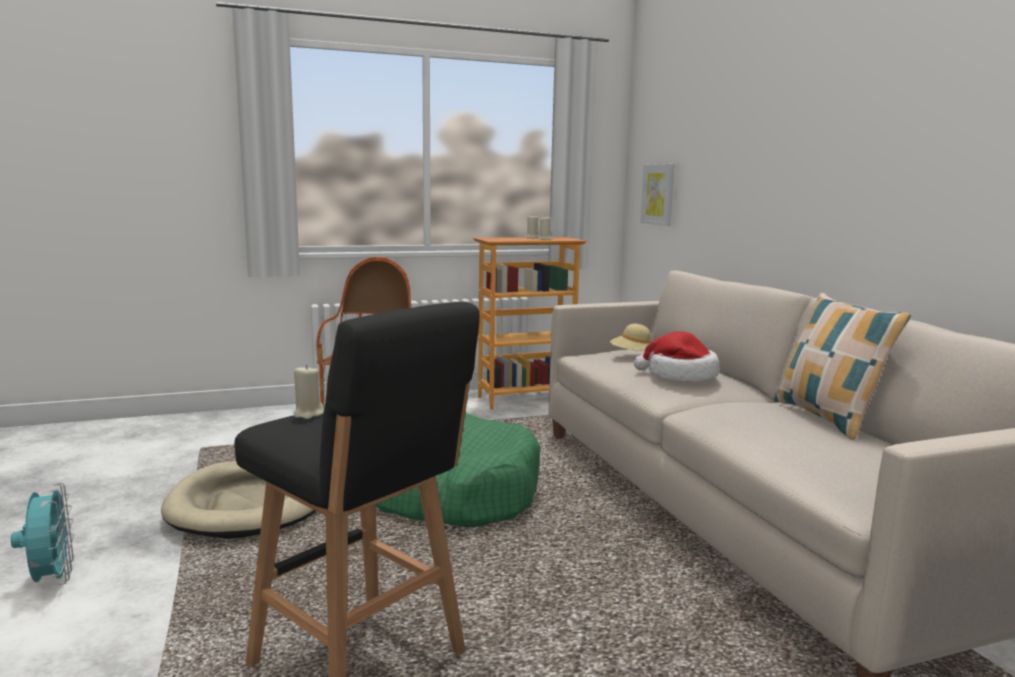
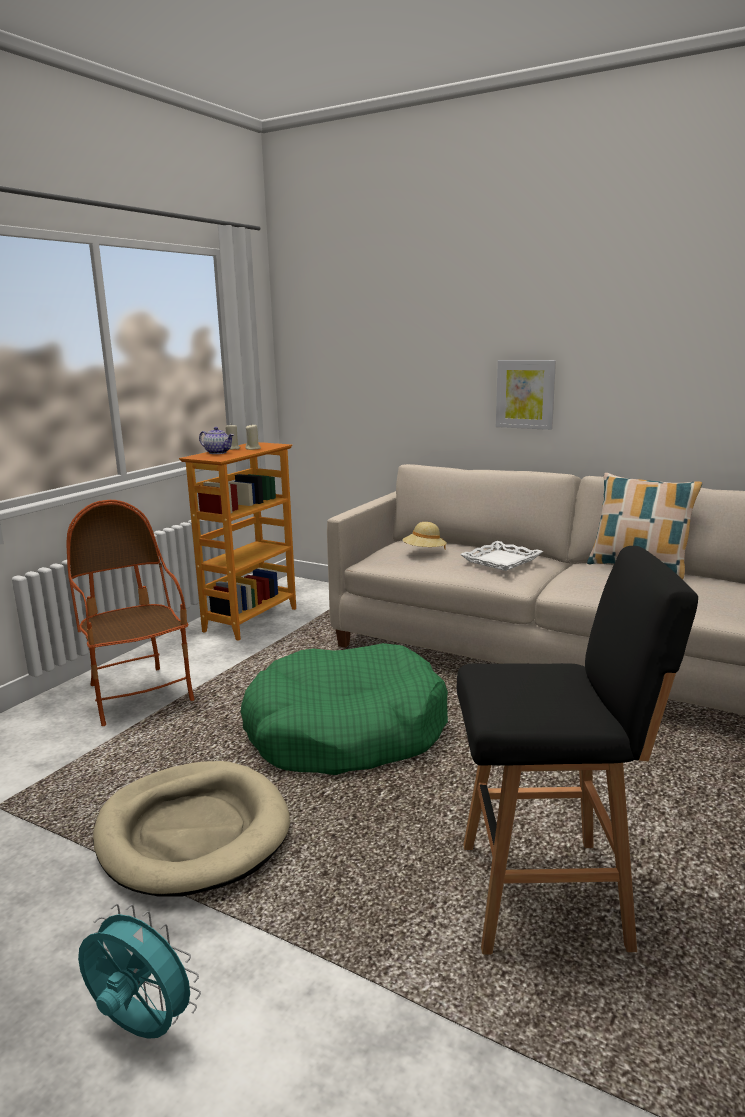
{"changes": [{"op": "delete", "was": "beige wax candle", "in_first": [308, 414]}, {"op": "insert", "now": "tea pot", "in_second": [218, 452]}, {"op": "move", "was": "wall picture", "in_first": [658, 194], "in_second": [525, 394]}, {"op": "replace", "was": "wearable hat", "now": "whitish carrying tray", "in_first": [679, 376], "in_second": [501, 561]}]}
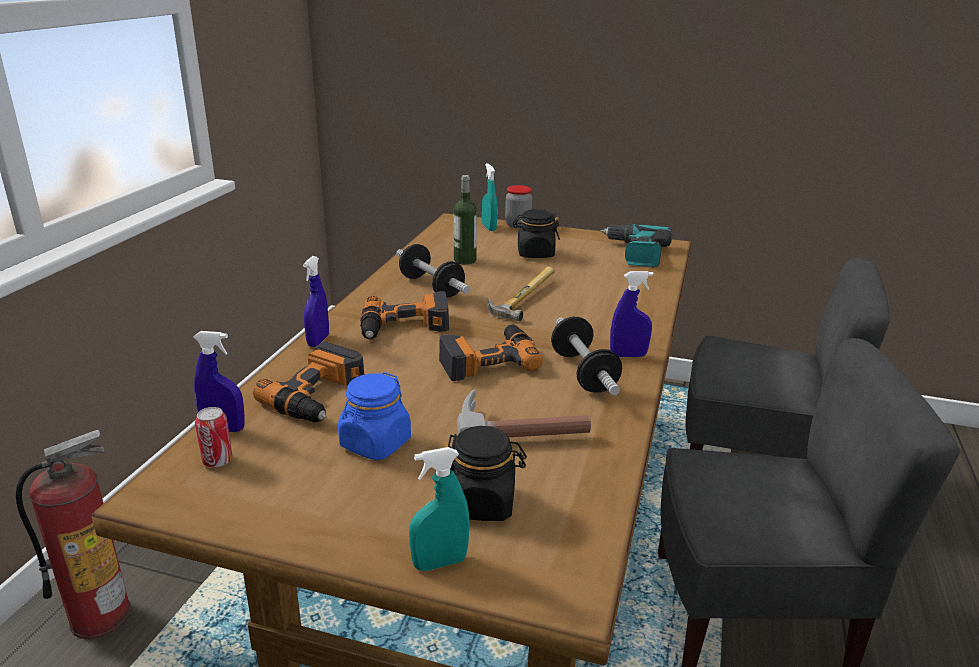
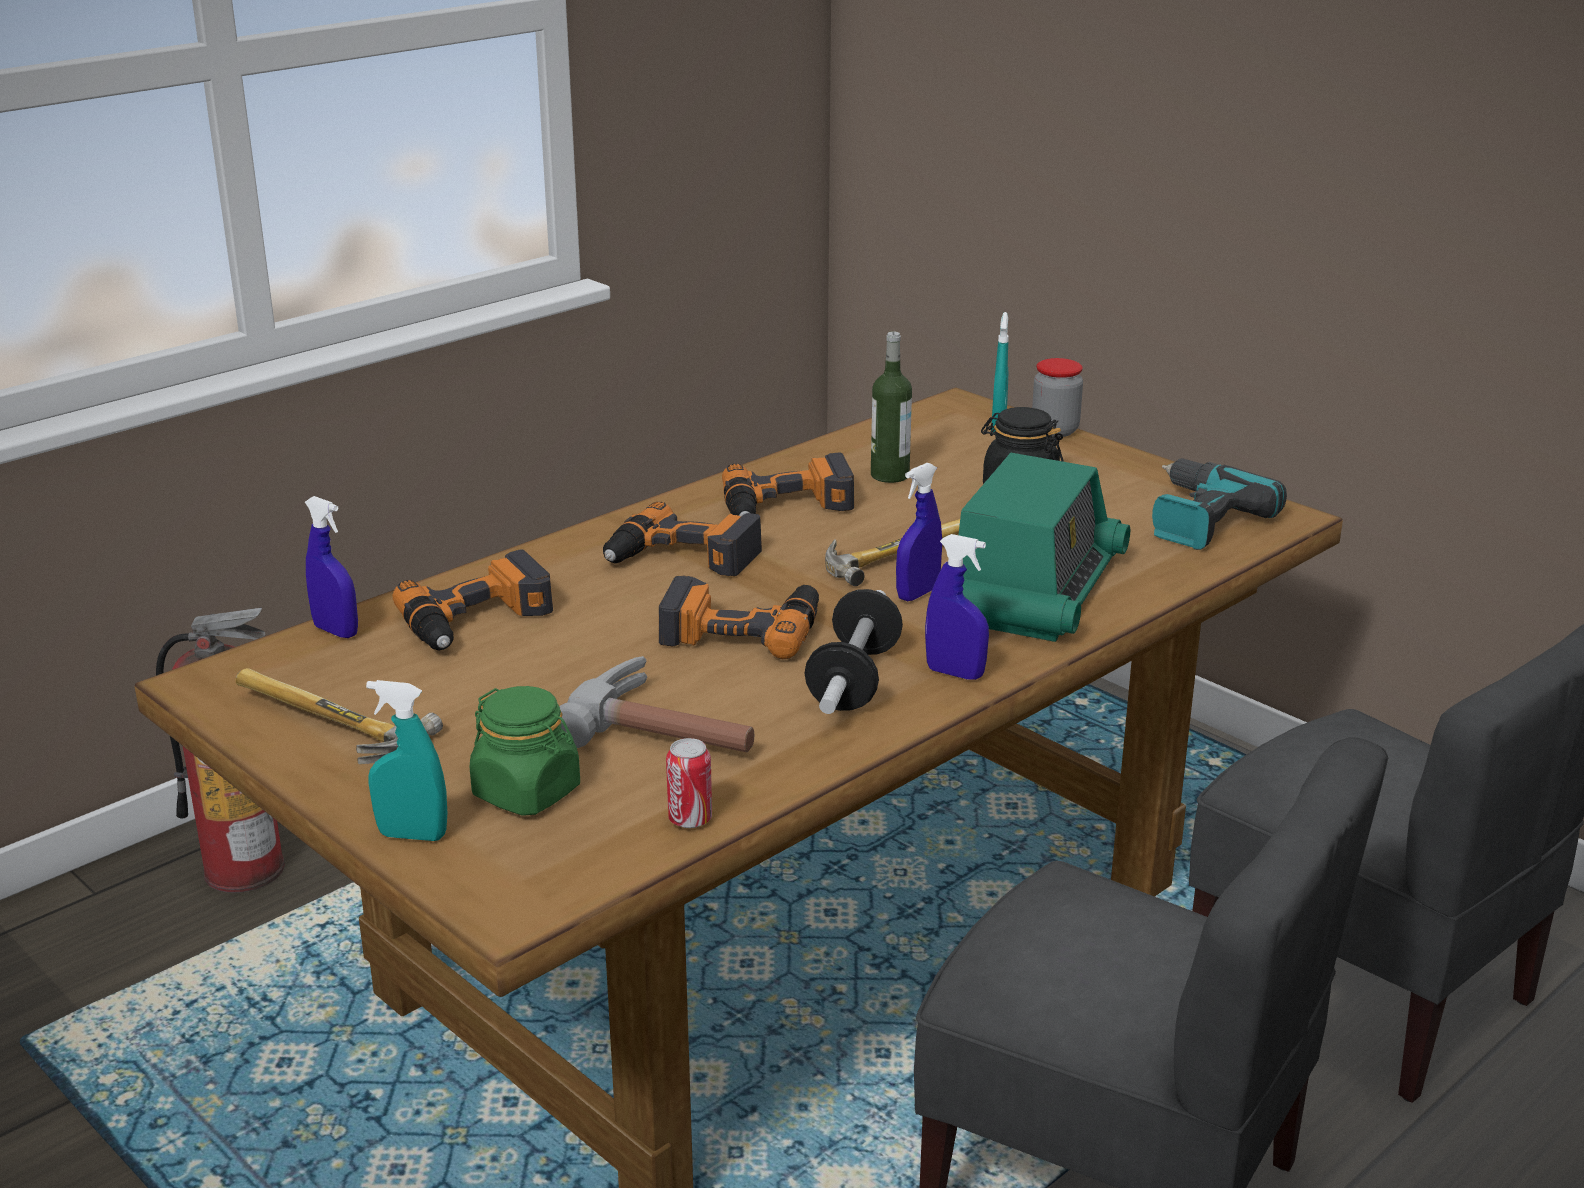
{"changes": [{"op": "delete", "was": "blue-coloured storage jar", "in_first": [375, 444]}, {"op": "insert", "now": "hammer", "in_second": [323, 728]}, {"op": "insert", "now": "radio set", "in_second": [1036, 591]}, {"op": "move", "was": "can", "in_first": [217, 461], "in_second": [690, 819]}, {"op": "move", "was": "blue-coloured hand sprayer", "in_first": [318, 341], "in_second": [917, 594]}, {"op": "replace", "was": "hand weight", "now": "drill", "in_first": [431, 287], "in_second": [788, 507]}, {"op": "recolor", "was": "black-coloured storage jar", "now": "greenish storage jar", "in_first": [482, 503], "in_second": [527, 792]}]}
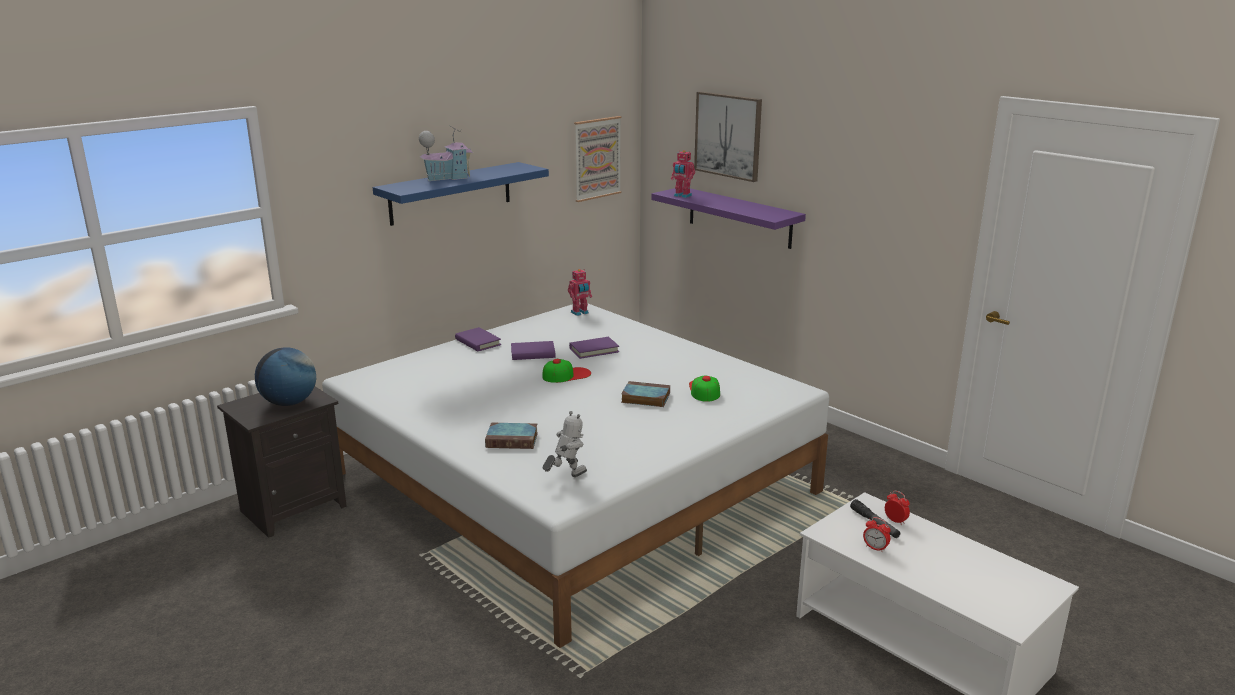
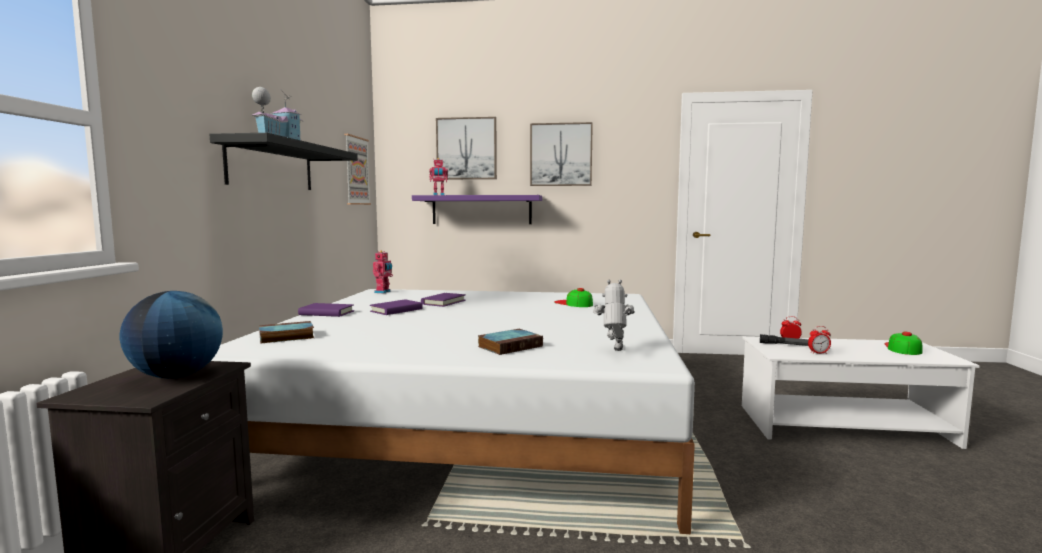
{"changes": [{"op": "insert", "now": "wall picture", "in_second": [561, 154]}, {"op": "move", "was": "cap", "in_first": [566, 375], "in_second": [902, 348]}, {"op": "move", "was": "book", "in_first": [644, 398], "in_second": [285, 337]}, {"op": "recolor", "was": "blue-coloured wall shelf", "now": "black-coloured wall shelf", "in_first": [450, 193], "in_second": [271, 166]}]}
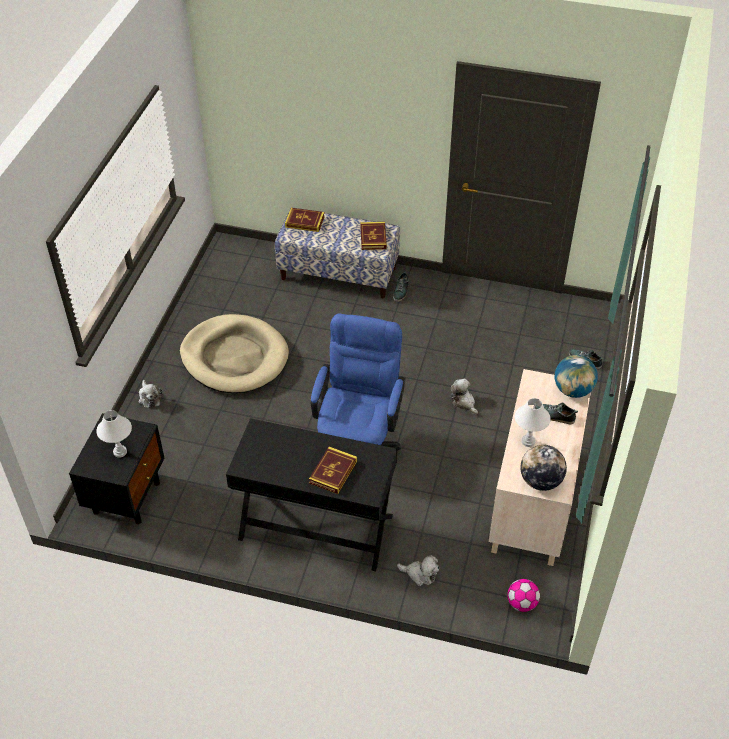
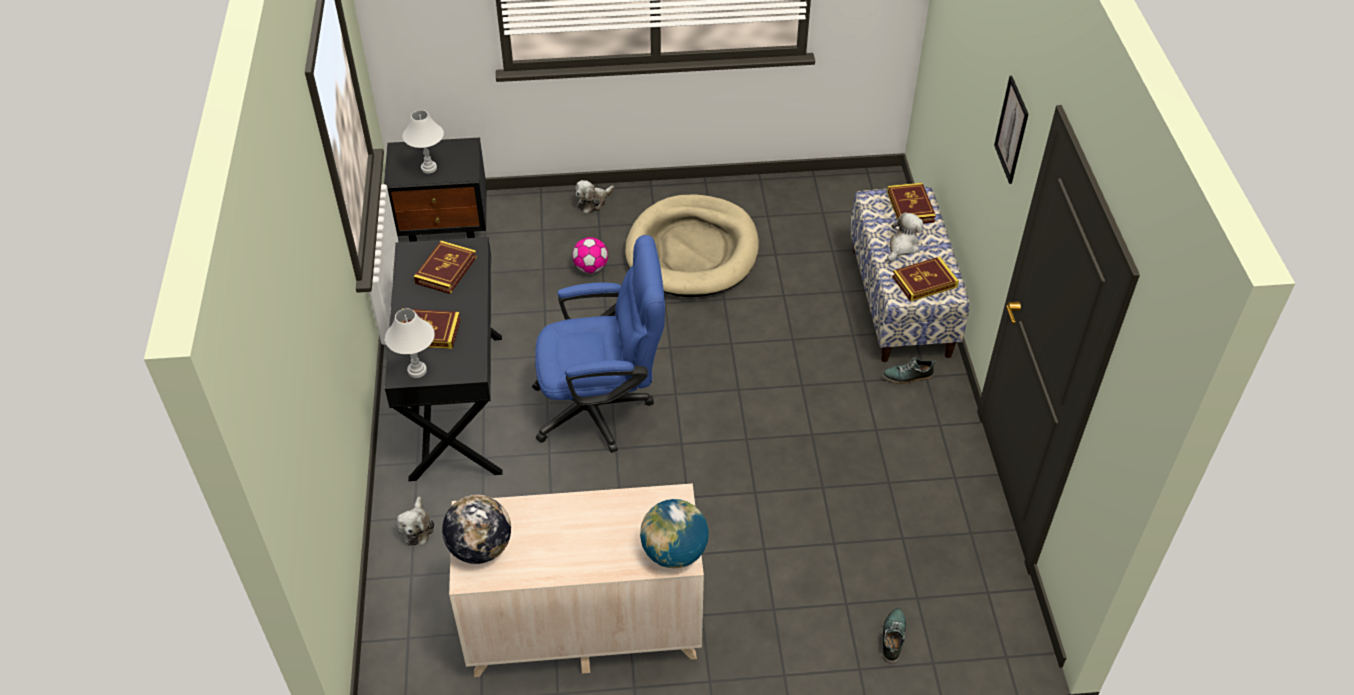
{"changes": [{"op": "delete", "was": "shoe", "in_first": [554, 416]}, {"op": "insert", "now": "book", "in_second": [446, 270]}, {"op": "insert", "now": "wall picture", "in_second": [1011, 130]}, {"op": "move", "was": "cuddly toy", "in_first": [463, 402], "in_second": [902, 246]}, {"op": "move", "was": "ball for football", "in_first": [522, 603], "in_second": [591, 268]}, {"op": "move", "was": "whitish table lamp", "in_first": [528, 441], "in_second": [417, 370]}]}
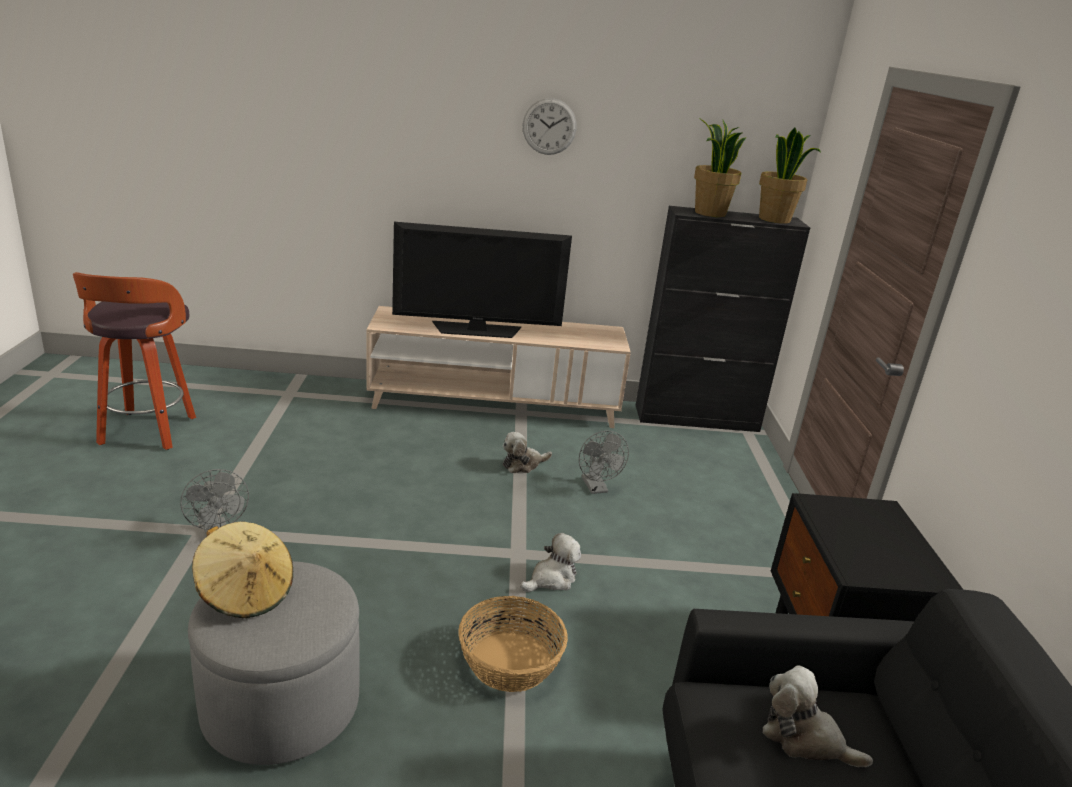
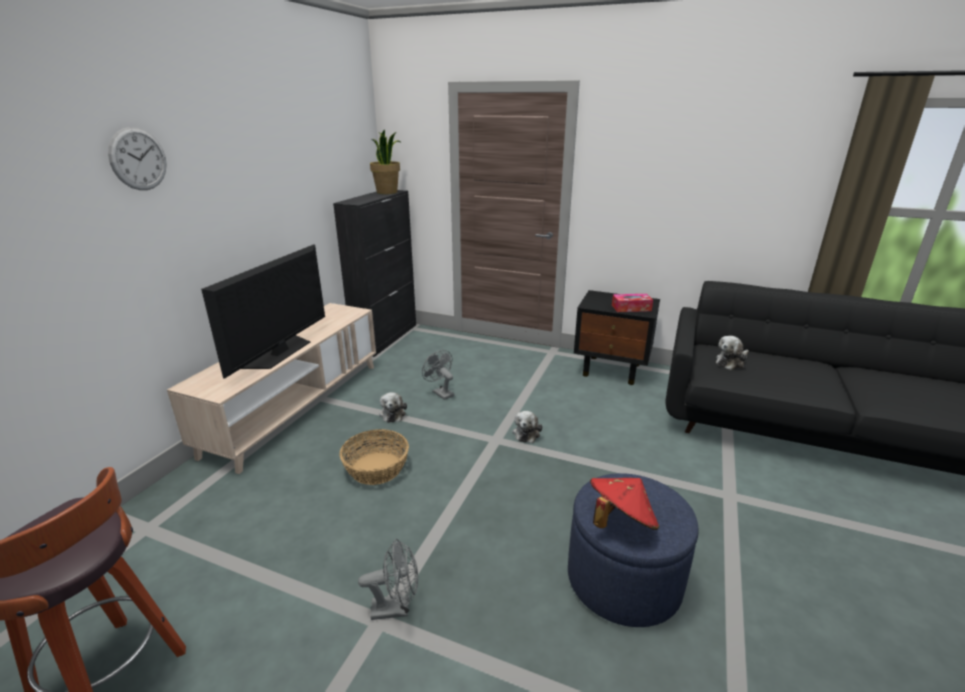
{"changes": [{"op": "delete", "was": "plant in a pot", "in_first": [709, 213]}, {"op": "insert", "now": "box of tissues", "in_second": [631, 308]}, {"op": "move", "was": "household basket", "in_first": [510, 662], "in_second": [377, 468]}, {"op": "move", "was": "wall clock", "in_first": [549, 126], "in_second": [138, 159]}, {"op": "recolor", "was": "greyish pouffe", "now": "blue-coloured pouffe", "in_first": [281, 705], "in_second": [623, 579]}, {"op": "recolor", "was": "beige wearable hat", "now": "reddish wearable hat", "in_first": [246, 593], "in_second": [620, 521]}, {"op": "rotate", "was": "cuddly toy", "in_first": [551, 579], "in_second": [526, 433], "clockwise": -150}, {"op": "rotate", "was": "greyish cooling fan", "in_first": [596, 488], "in_second": [440, 392], "clockwise": -135}]}
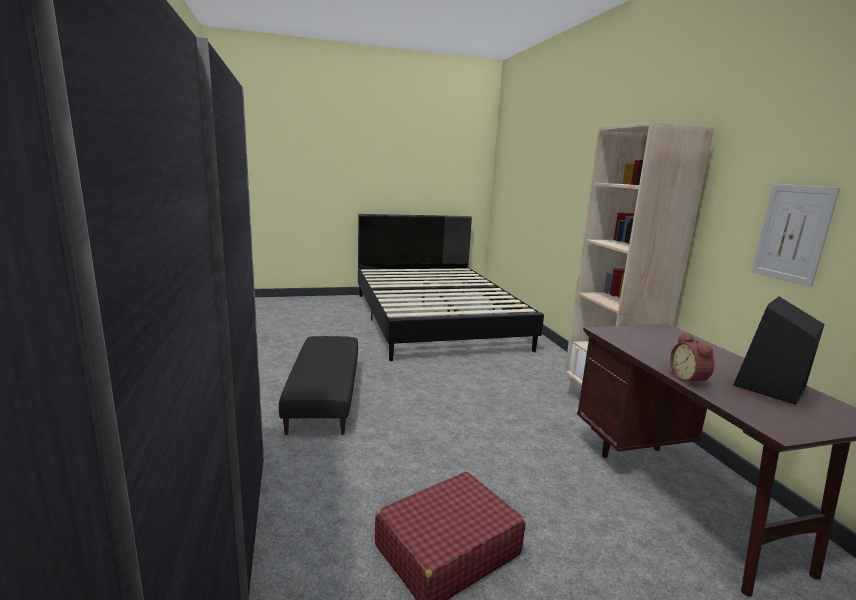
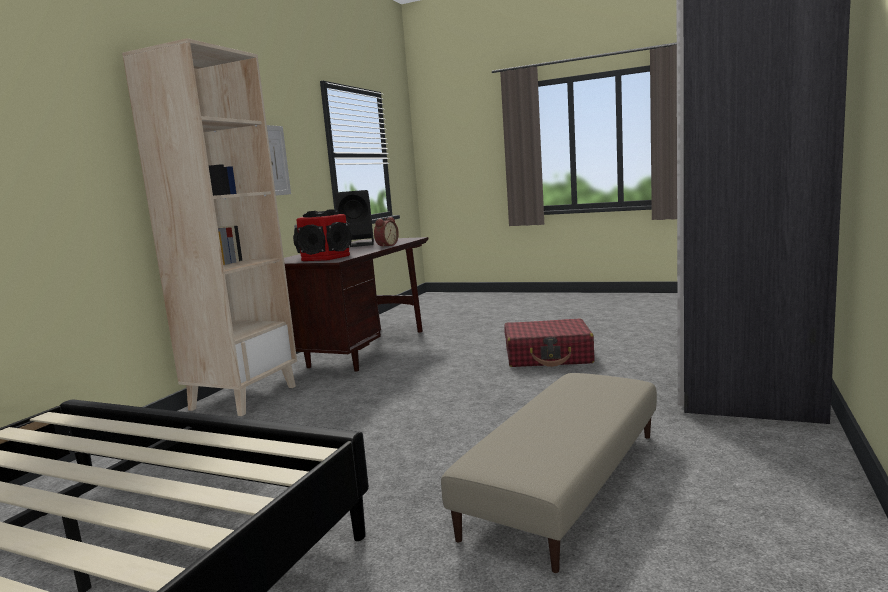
{"changes": [{"op": "insert", "now": "loudspeaker", "in_second": [325, 257]}, {"op": "recolor", "was": "black-coloured pouffe", "now": "beige pouffe", "in_first": [324, 395], "in_second": [567, 482]}]}
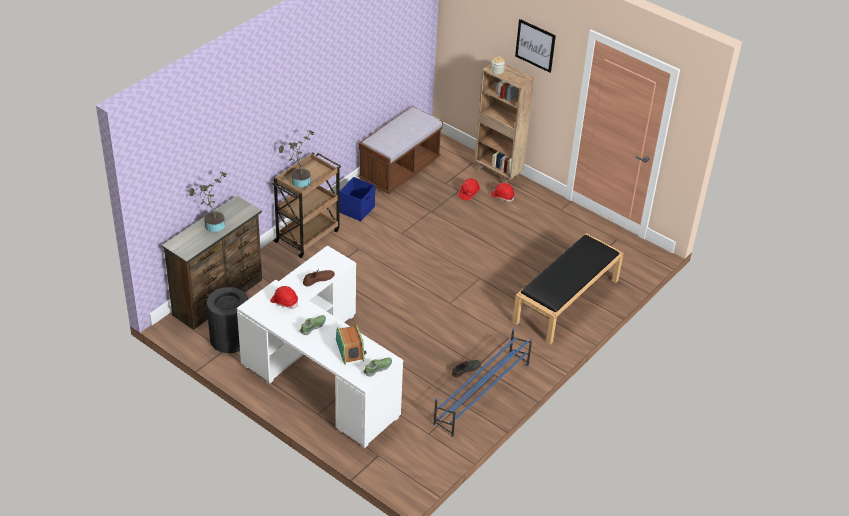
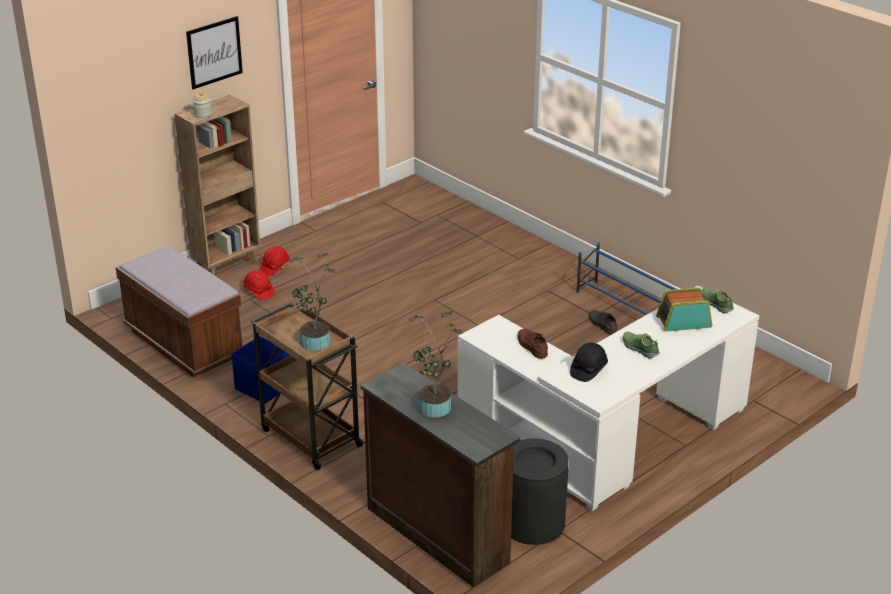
{"changes": [{"op": "delete", "was": "black-coloured long seat", "in_first": [566, 302]}, {"op": "recolor", "was": "reddish hard hat", "now": "black-coloured hard hat", "in_first": [284, 302], "in_second": [588, 370]}]}
